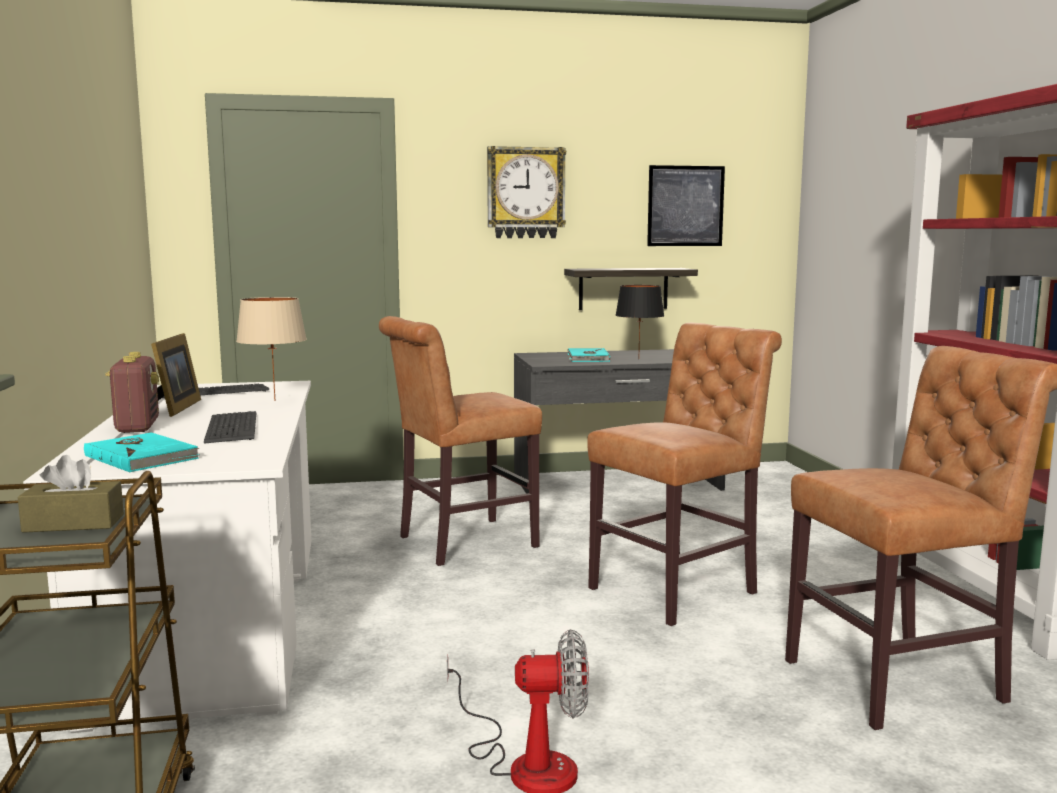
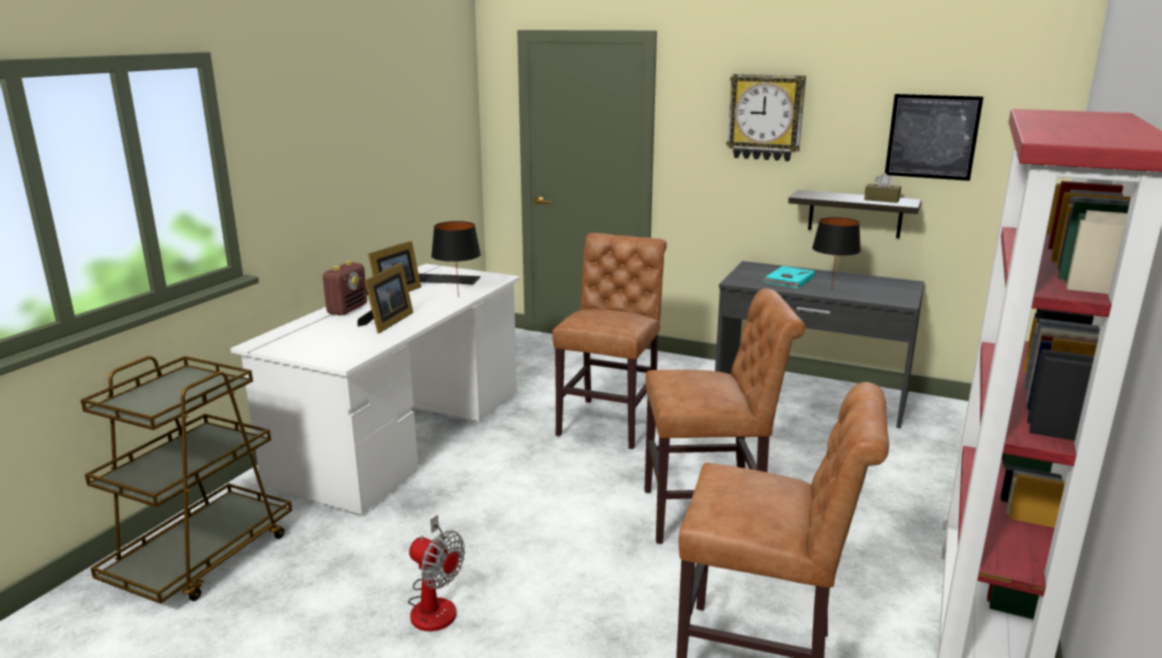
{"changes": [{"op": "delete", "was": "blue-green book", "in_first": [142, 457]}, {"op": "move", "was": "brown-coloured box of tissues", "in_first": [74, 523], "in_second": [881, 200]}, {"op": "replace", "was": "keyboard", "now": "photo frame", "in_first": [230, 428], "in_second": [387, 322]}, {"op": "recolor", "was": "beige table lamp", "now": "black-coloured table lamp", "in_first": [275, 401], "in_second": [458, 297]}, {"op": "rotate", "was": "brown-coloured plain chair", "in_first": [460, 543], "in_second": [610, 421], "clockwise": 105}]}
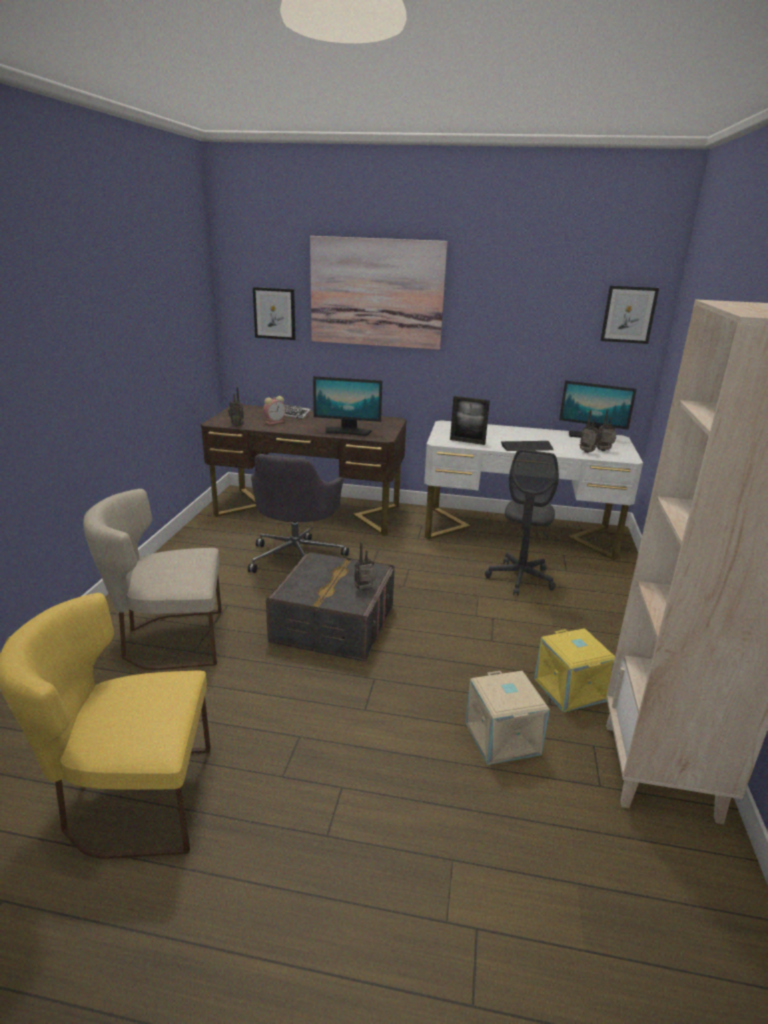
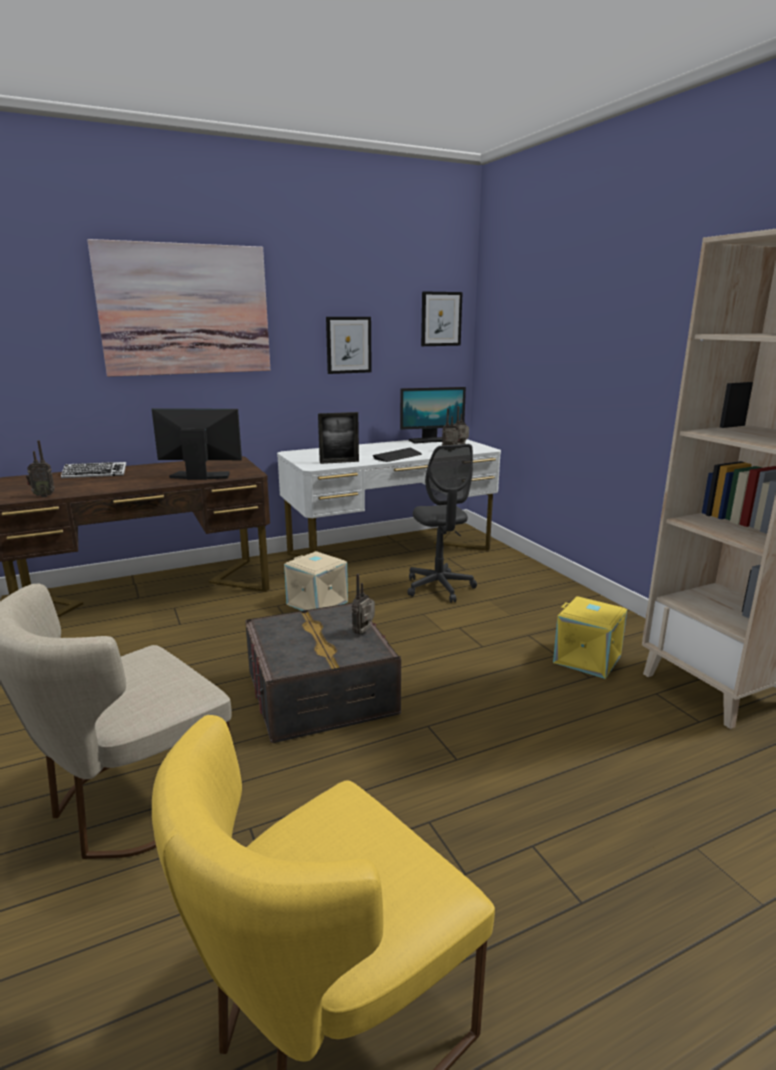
{"changes": [{"op": "delete", "was": "greyish office chair", "in_first": [297, 557]}, {"op": "delete", "was": "alarm clock", "in_first": [275, 422]}, {"op": "move", "was": "wall picture", "in_first": [274, 313], "in_second": [348, 345]}, {"op": "move", "was": "beige storage container", "in_first": [503, 738], "in_second": [318, 603]}, {"op": "rotate", "was": "computer display", "in_first": [347, 431], "in_second": [200, 476], "clockwise": -150}]}
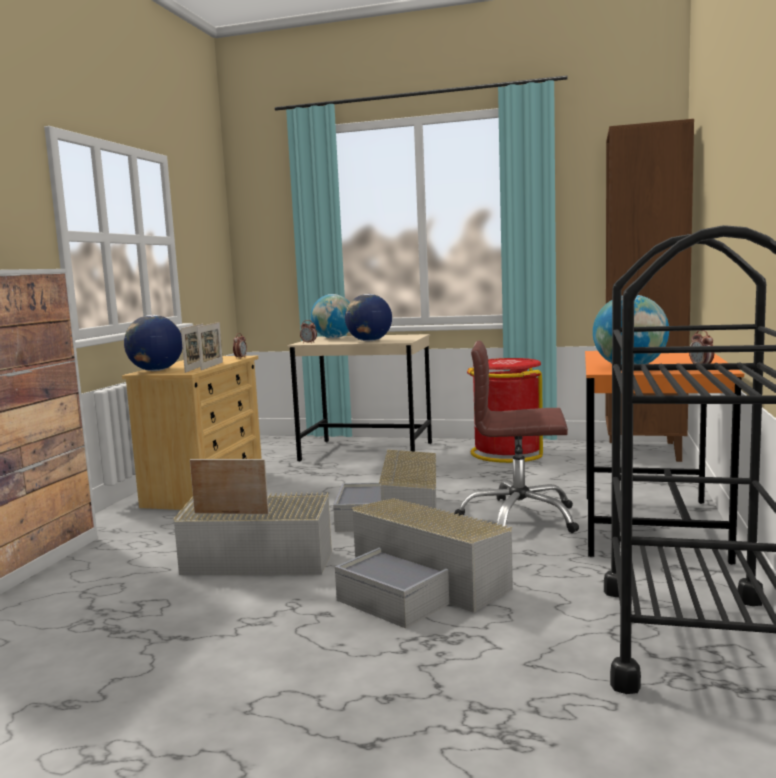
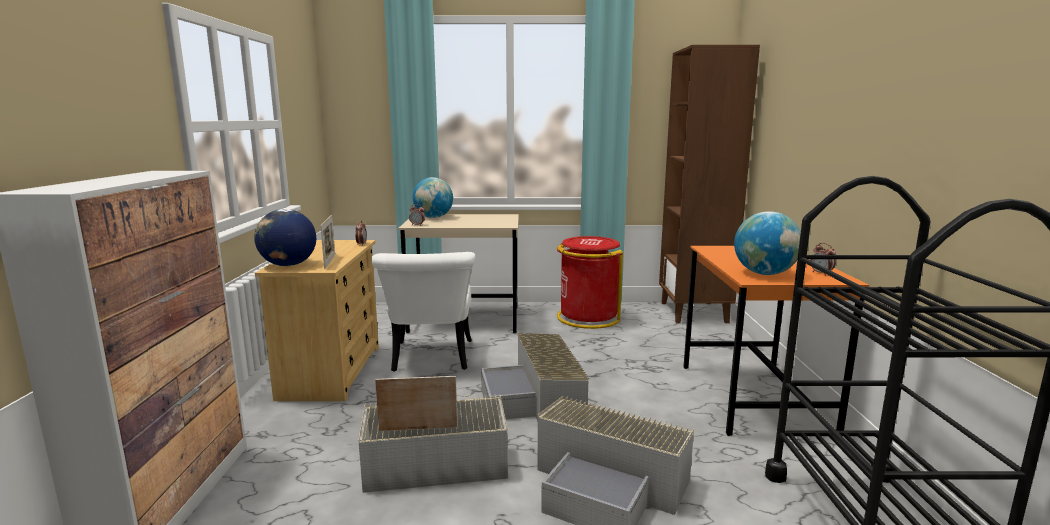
{"changes": [{"op": "delete", "was": "photo frame", "in_first": [212, 366]}, {"op": "delete", "was": "desk globe", "in_first": [369, 341]}, {"op": "delete", "was": "brown-coloured office chair", "in_first": [519, 518]}, {"op": "insert", "now": "whitish plain chair", "in_second": [431, 360]}]}
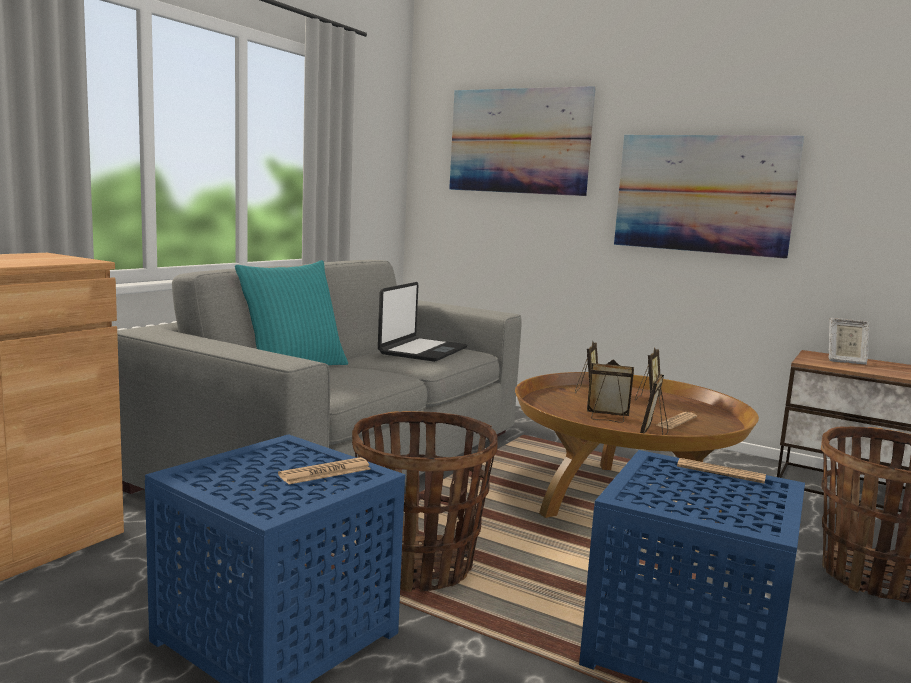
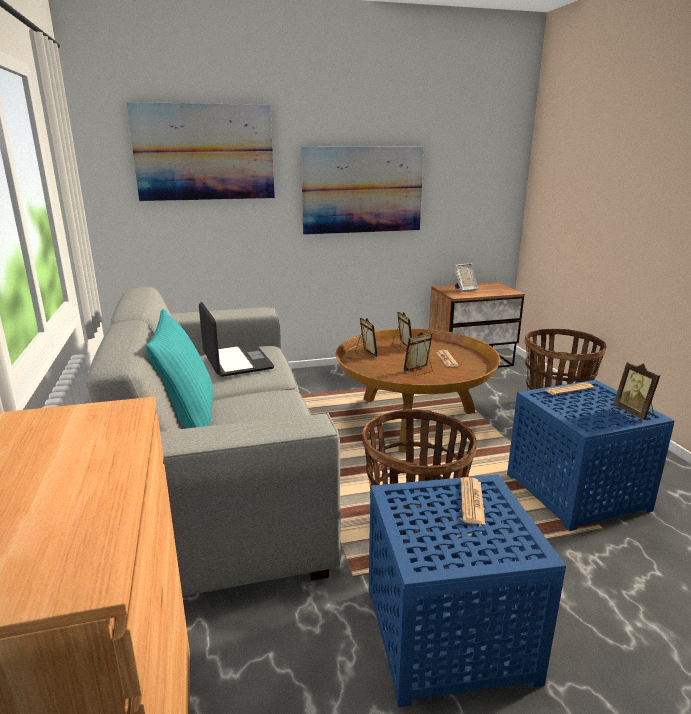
{"changes": [{"op": "move", "was": "photo frame", "in_first": [654, 434], "in_second": [634, 412]}]}
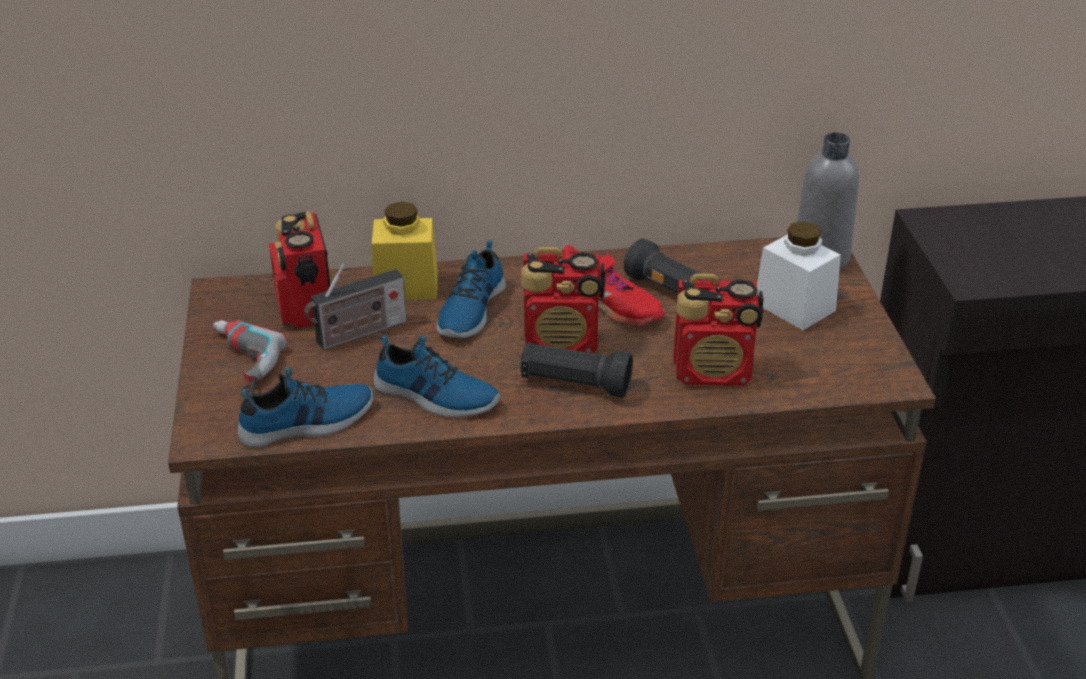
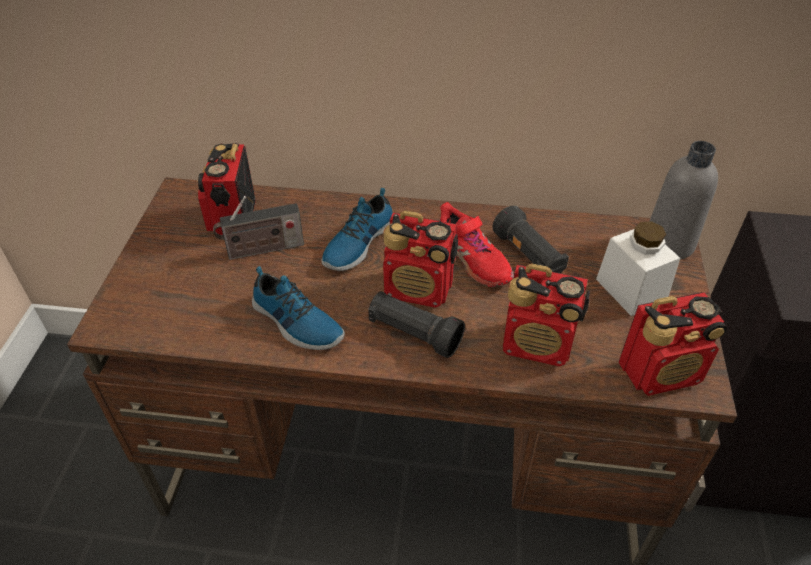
{"changes": [{"op": "delete", "was": "drill", "in_first": [235, 367]}, {"op": "delete", "was": "shoe", "in_first": [308, 423]}, {"op": "delete", "was": "yellow storage jar", "in_first": [406, 285]}, {"op": "insert", "now": "radio set", "in_second": [661, 372]}]}
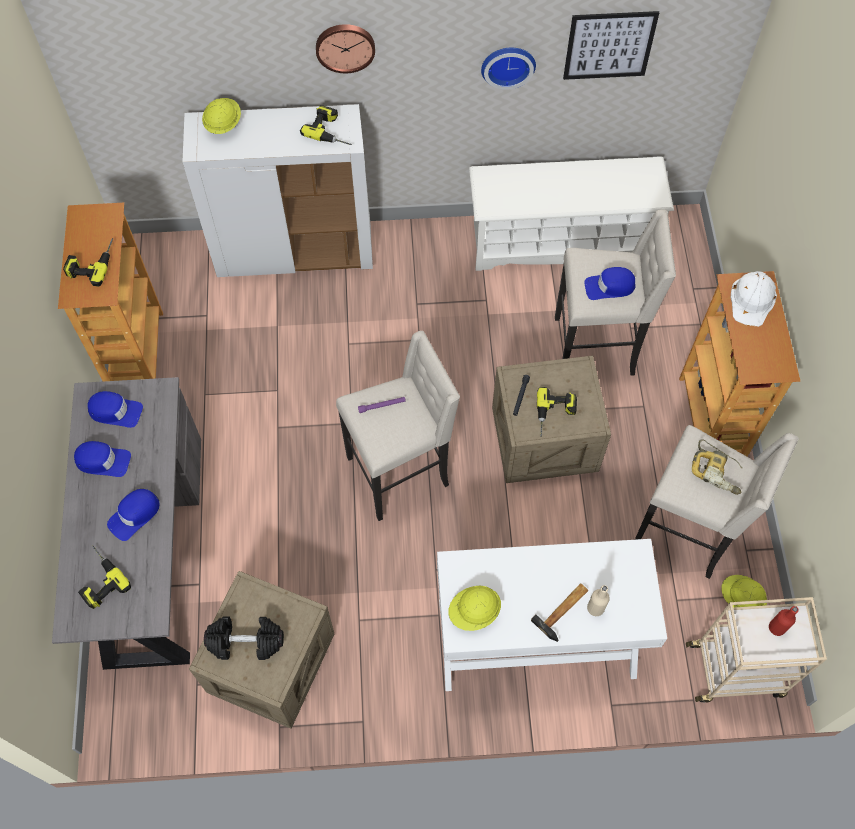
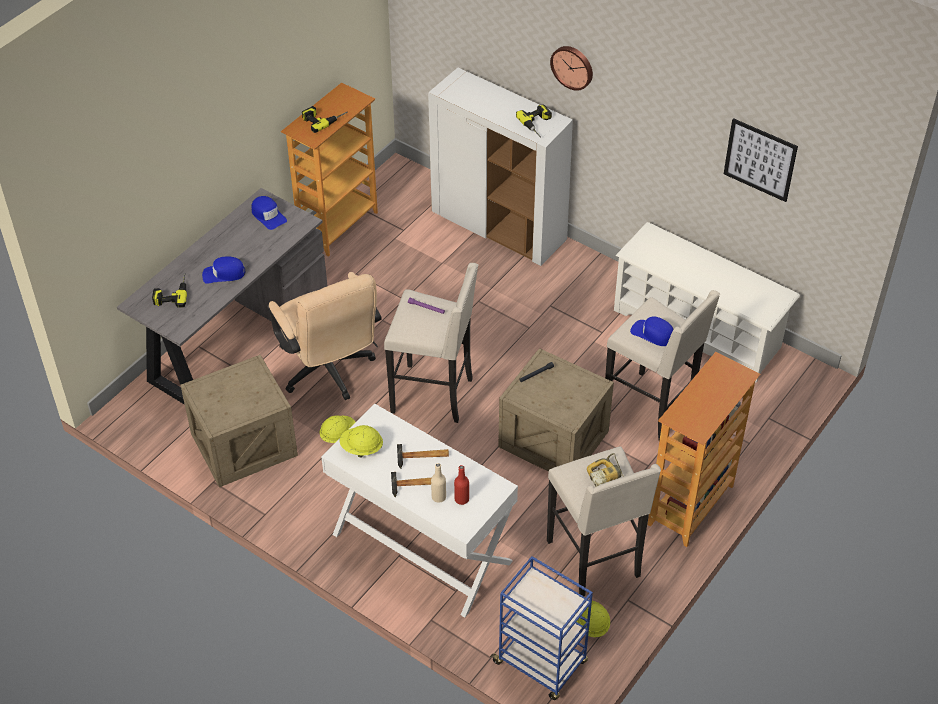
{"changes": [{"op": "delete", "was": "blue-coloured cap", "in_first": [103, 461]}, {"op": "delete", "was": "black-coloured hand weight", "in_first": [246, 641]}, {"op": "delete", "was": "wall clock", "in_first": [507, 64]}, {"op": "delete", "was": "drill", "in_first": [555, 415]}, {"op": "delete", "was": "whitish hard hat", "in_first": [752, 300]}, {"op": "insert", "now": "beige office chair", "in_second": [329, 372]}, {"op": "insert", "now": "hammer", "in_second": [423, 457]}, {"op": "move", "was": "yellow hard hat", "in_first": [223, 124], "in_second": [338, 435]}, {"op": "move", "was": "reddish beverage bottle", "in_first": [776, 627], "in_second": [461, 499]}, {"op": "recolor", "was": "beige wheeled cart", "now": "blue-coloured wheeled cart", "in_first": [737, 670], "in_second": [541, 663]}]}
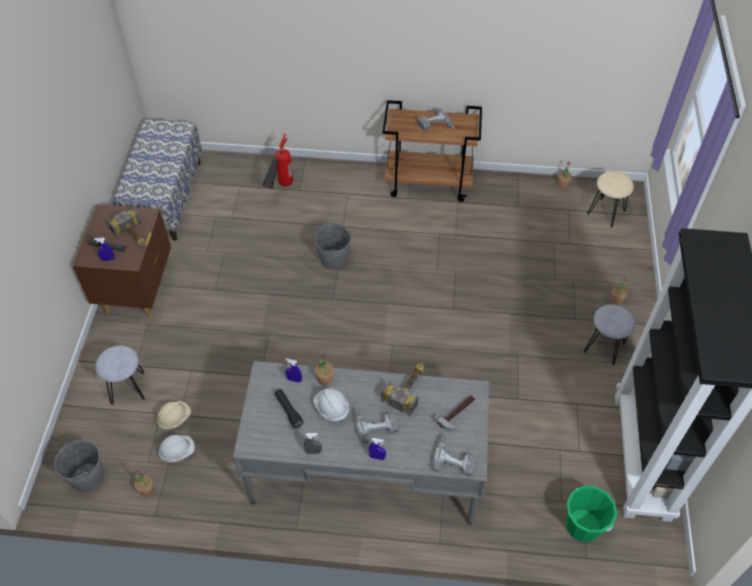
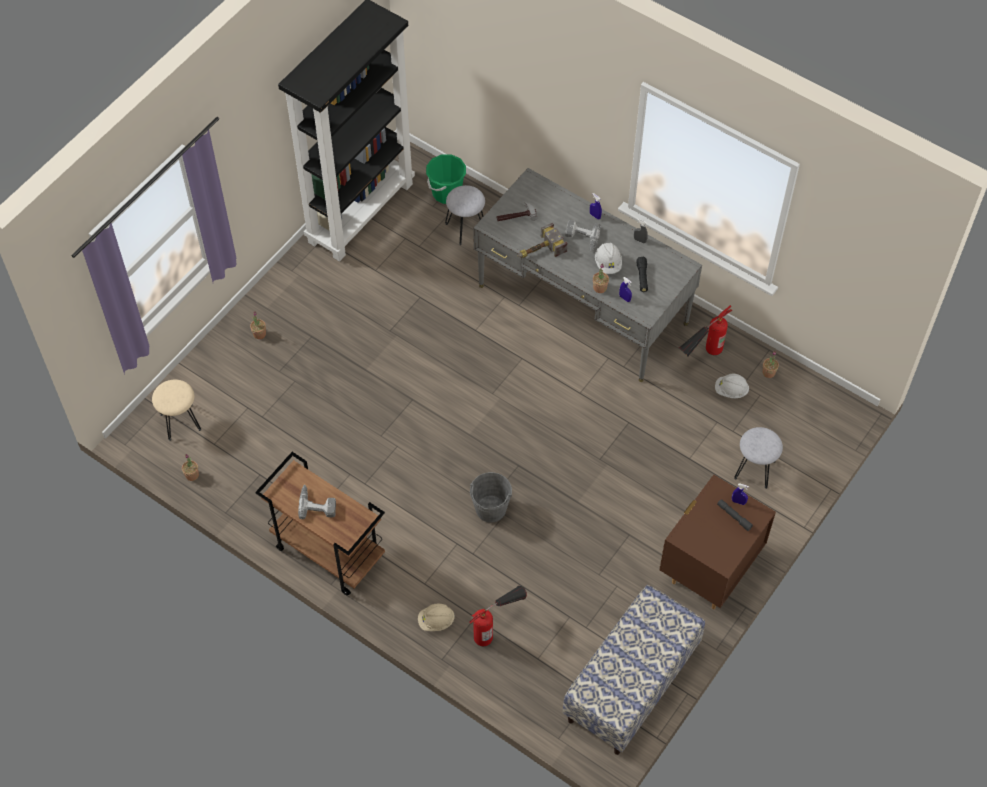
{"changes": [{"op": "delete", "was": "greyish pail", "in_first": [87, 477]}, {"op": "delete", "was": "hammer", "in_first": [134, 236]}, {"op": "delete", "was": "drill", "in_first": [454, 457]}, {"op": "insert", "now": "fire extinguisher", "in_second": [701, 356]}, {"op": "move", "was": "beige hard hat", "in_first": [175, 418], "in_second": [436, 621]}, {"op": "move", "was": "greyish sitting stool", "in_first": [604, 347], "in_second": [466, 228]}]}
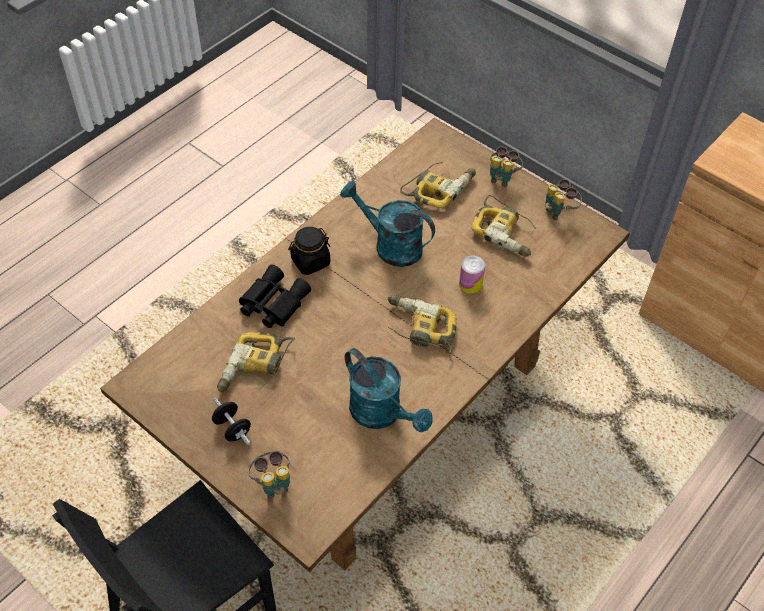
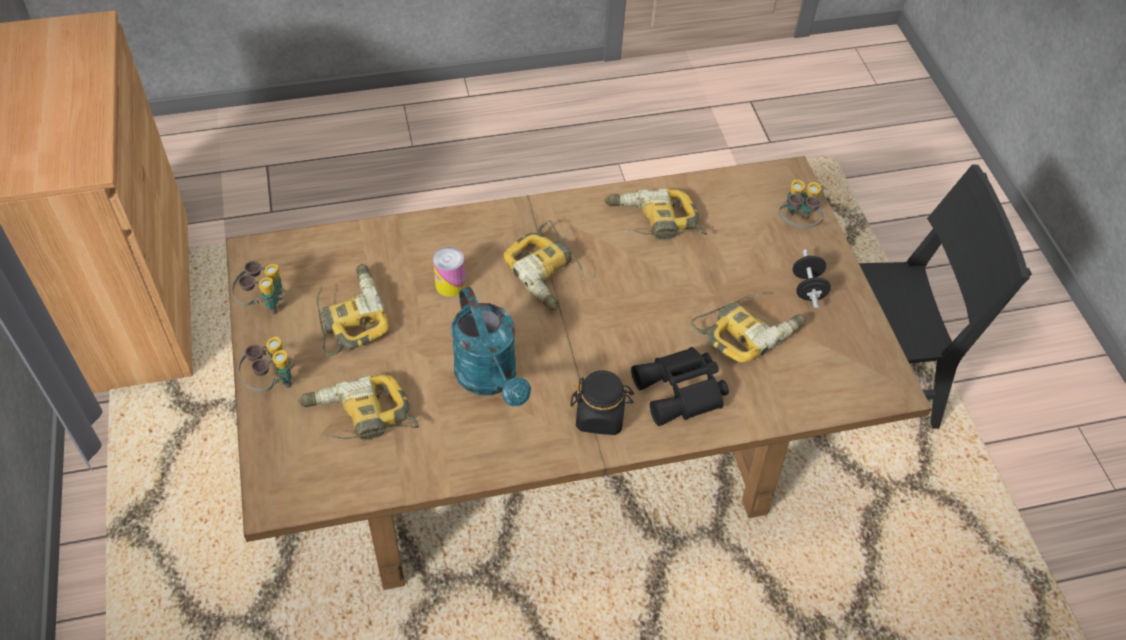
{"changes": [{"op": "replace", "was": "blue-green watering can", "now": "drill", "in_first": [382, 414], "in_second": [653, 222]}]}
